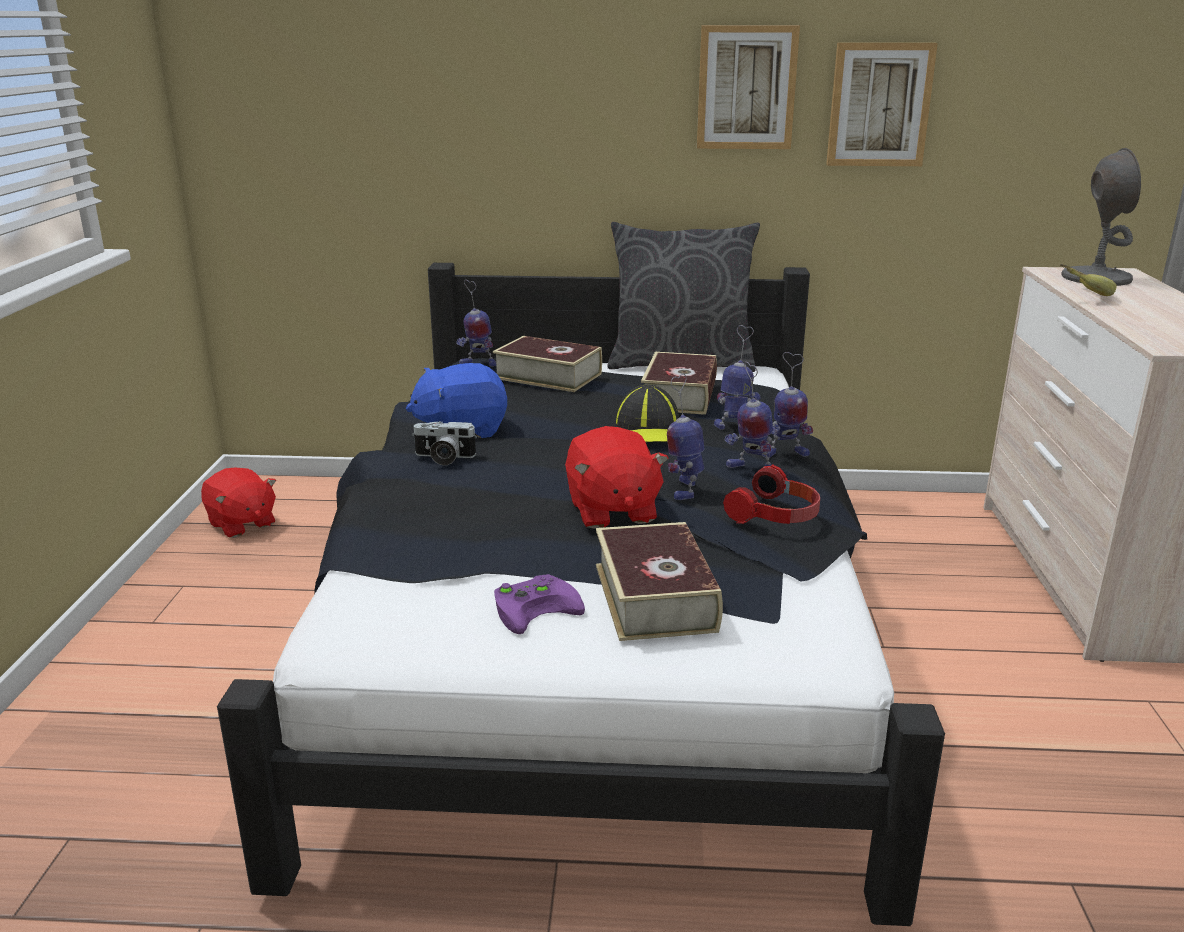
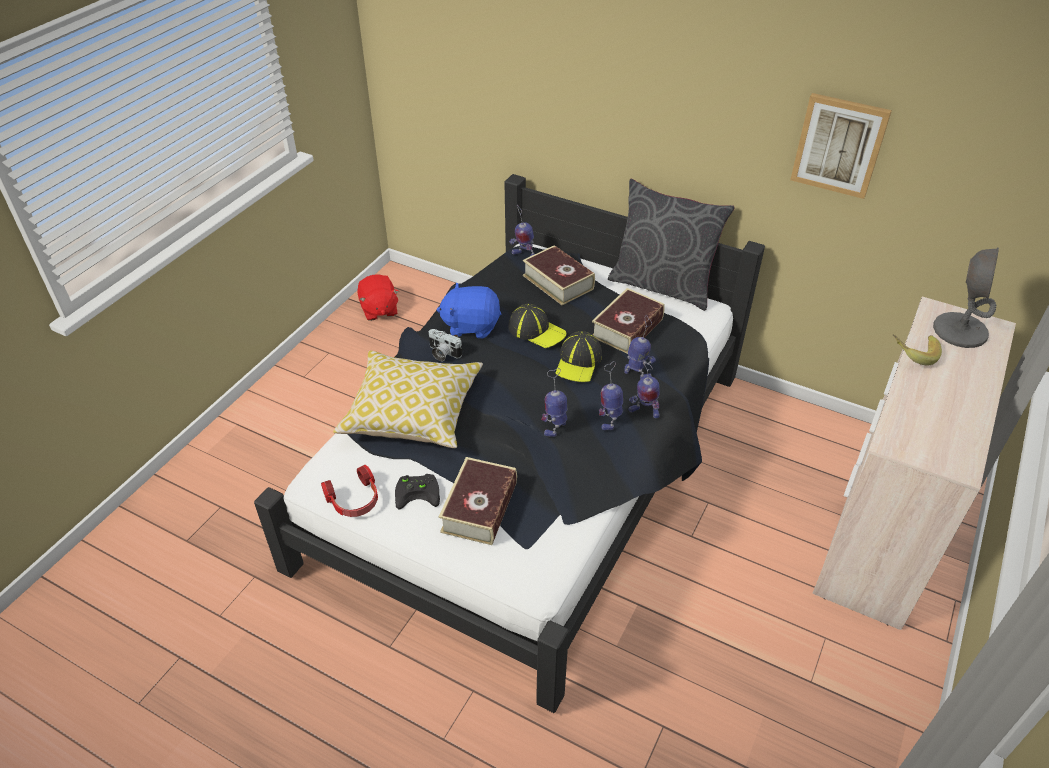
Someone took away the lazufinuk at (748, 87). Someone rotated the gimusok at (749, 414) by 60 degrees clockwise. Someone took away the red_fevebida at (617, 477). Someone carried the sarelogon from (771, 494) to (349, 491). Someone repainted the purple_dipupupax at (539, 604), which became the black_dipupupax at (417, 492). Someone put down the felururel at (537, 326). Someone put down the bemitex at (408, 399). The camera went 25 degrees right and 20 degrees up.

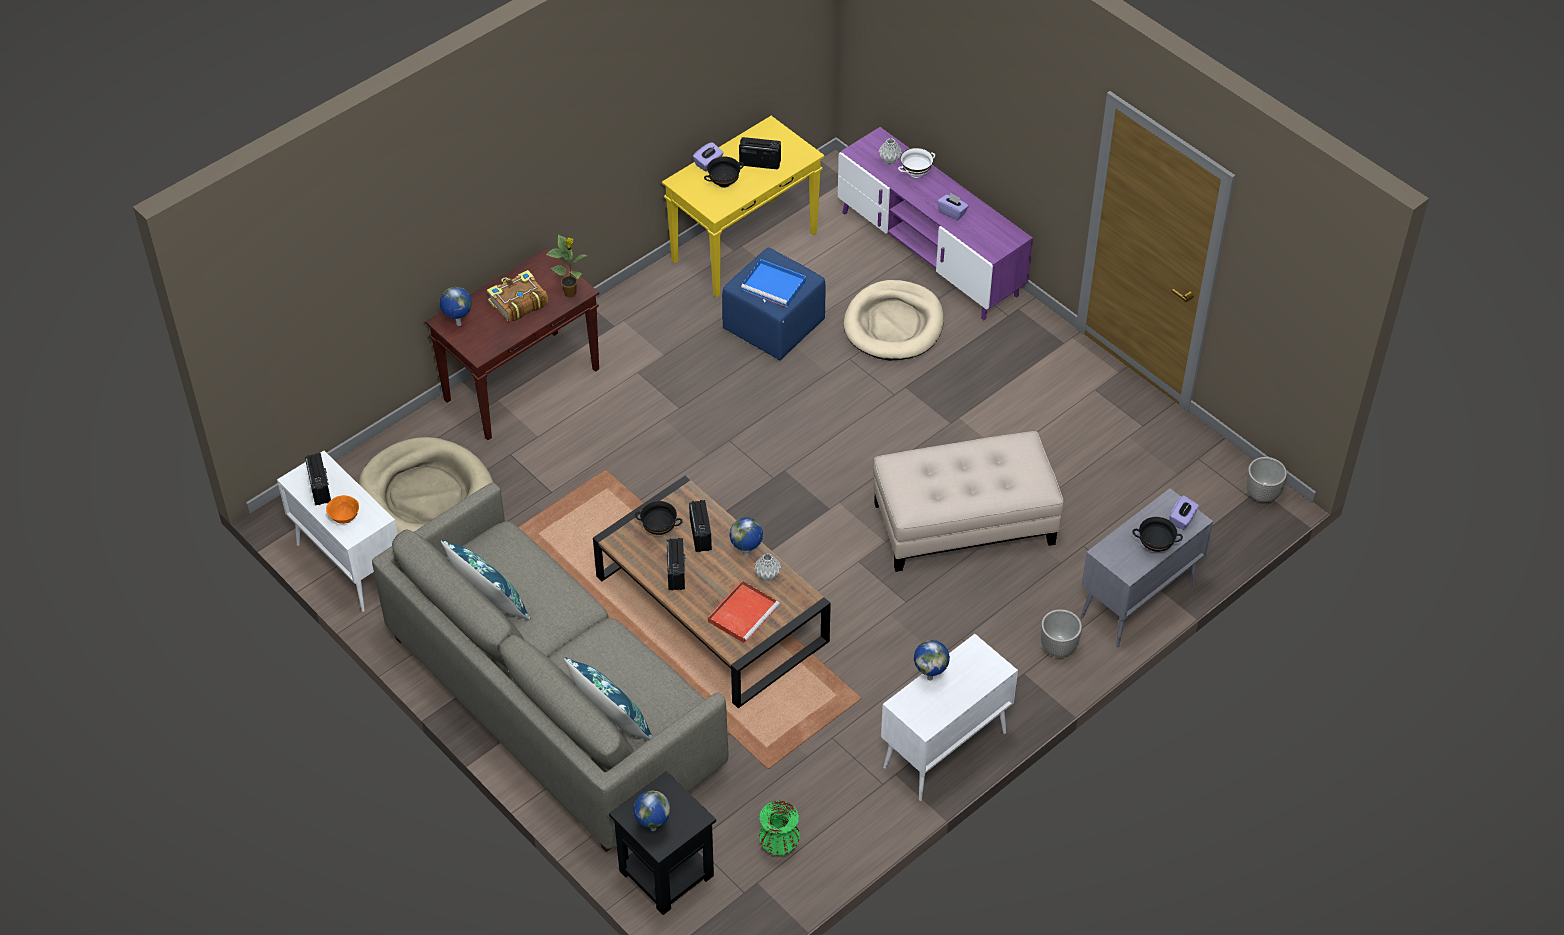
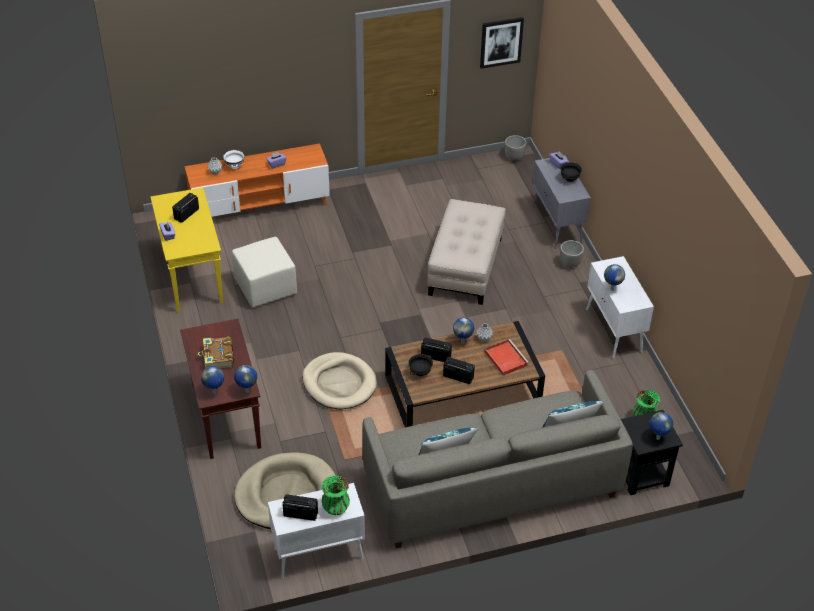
Someone repainted the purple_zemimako at (935, 223), which became the orange_zemimako at (257, 180). Someone took away the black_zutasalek at (724, 172). Someone took away the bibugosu at (566, 266). Someone repainted the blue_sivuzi at (774, 304), which became the beige_sivuzi at (264, 272). Someone took away the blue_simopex at (773, 283). Someone carried the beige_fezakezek from (894, 320) to (339, 380). Someone swapped the orange_zutasalek at (342, 509) for the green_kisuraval at (335, 495). Someone put up the lazufinuk at (502, 43). Someone put down the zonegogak at (245, 379). The camera went 65 degrees left and 5 degrees down.

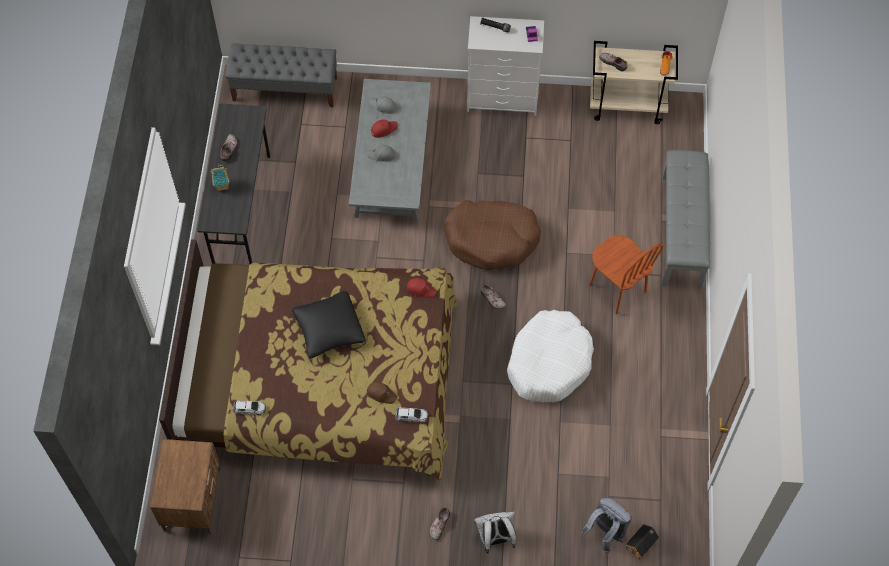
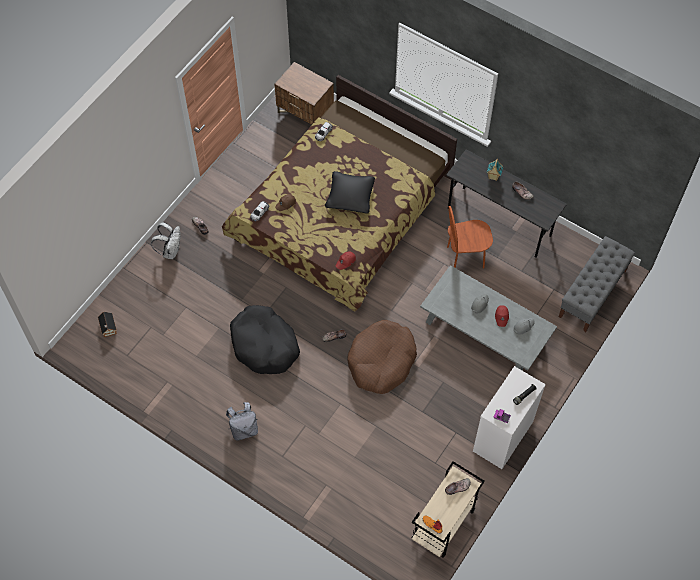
Someone took away the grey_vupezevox at (686, 219). Someone carried the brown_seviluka from (626, 274) to (470, 237). Someone repainted the white_fezakezek at (550, 356), which became the black_fezakezek at (265, 339). Someone carried the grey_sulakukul from (606, 526) to (242, 421). The camera went 120 degrees right and 0 degrees up.

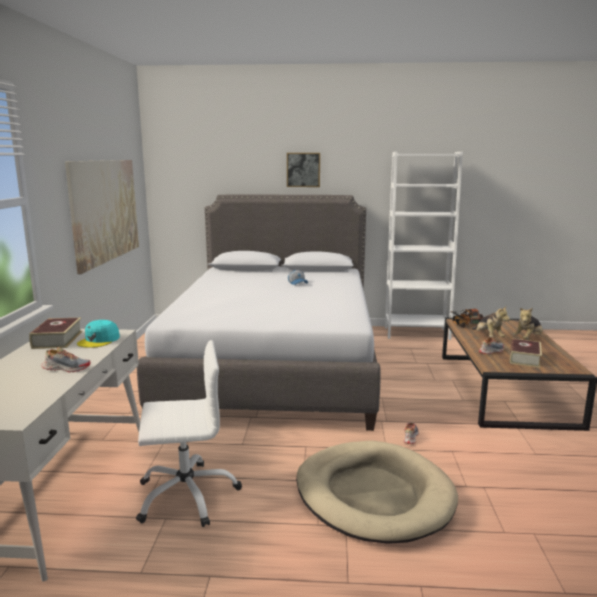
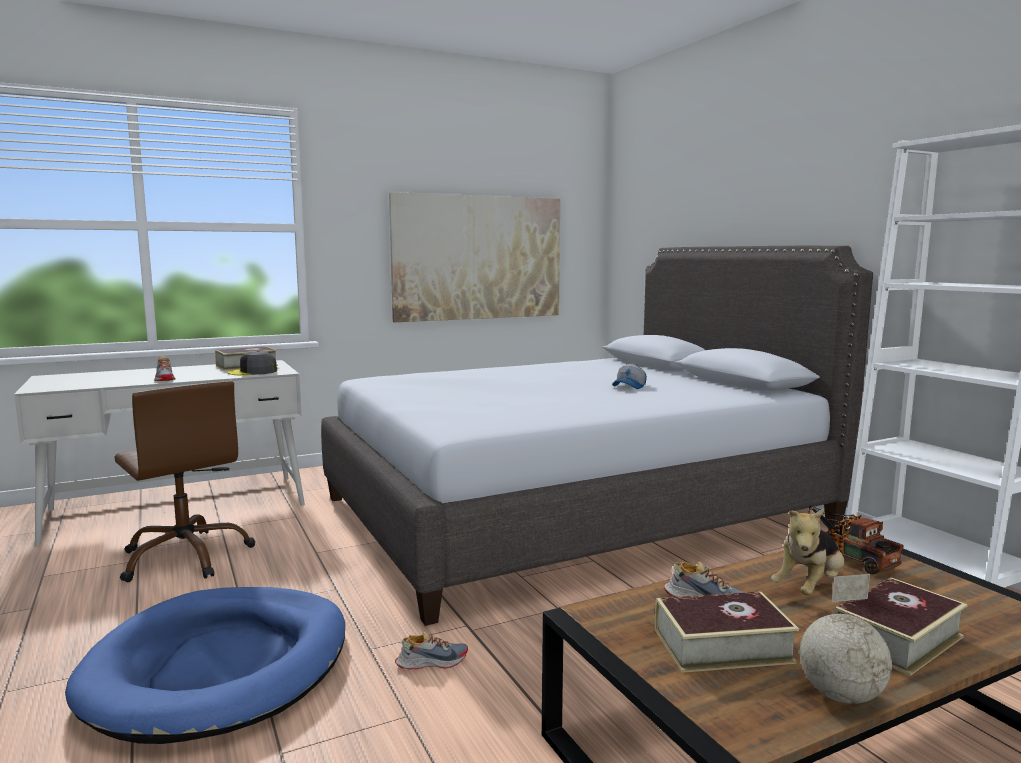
Someone took away the lazufinuk at (303, 170). Someone swapped the fevebida at (528, 323) for the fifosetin at (900, 626). Someone repainted the turquoise_felururel at (98, 334), which became the grey_felururel at (252, 363). Someone repainted the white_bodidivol at (189, 433), which became the brown_bodidivol at (184, 481). Someone repainted the beige_fezakezek at (377, 492), which became the blue_fezakezek at (205, 665). Someone put down the zonegogak at (846, 639). The camera went 60 degrees right and 5 degrees down.

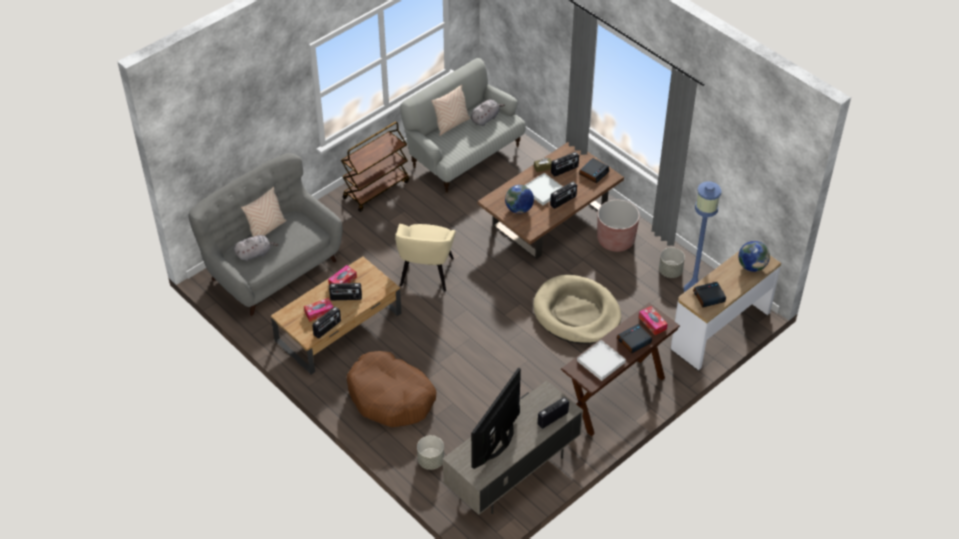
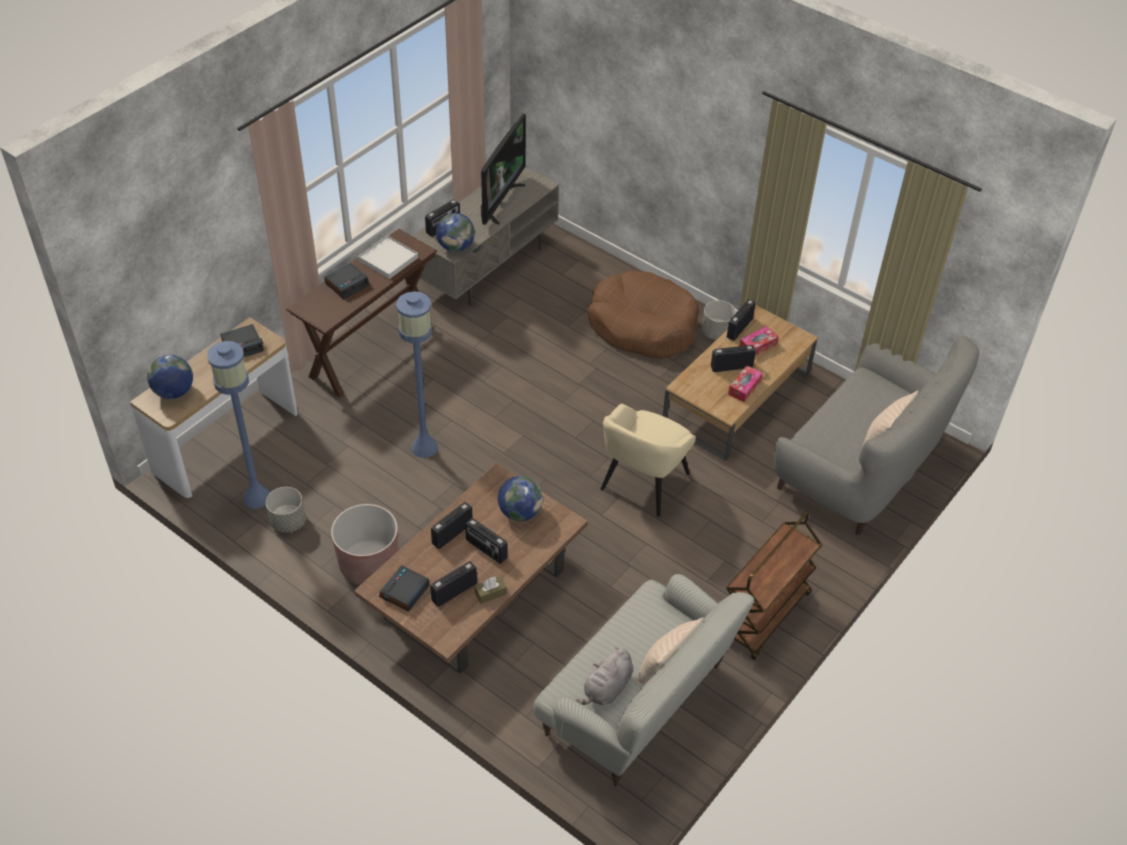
Someone swapped the white_simopex at (543, 189) for the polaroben at (486, 541). Someone rotated the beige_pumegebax at (425, 257) by 150 degrees counterclockwise. Someone took away the grey_fevebida at (256, 248). Someone swapped the beige_fezakezek at (577, 309) for the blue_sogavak at (417, 374). Someone took away the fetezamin at (653, 320). Someone carried the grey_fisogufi from (430, 452) to (719, 320). Someone put down the zonegogak at (455, 232). The camera went 170 degrees right and 0 degrees up.

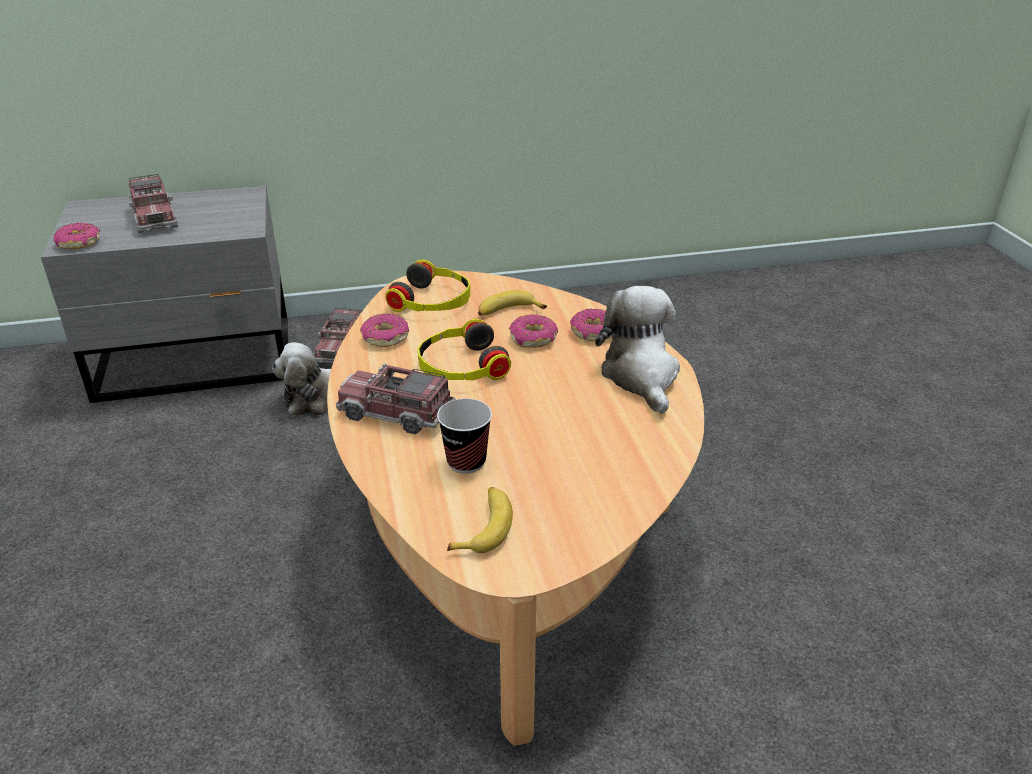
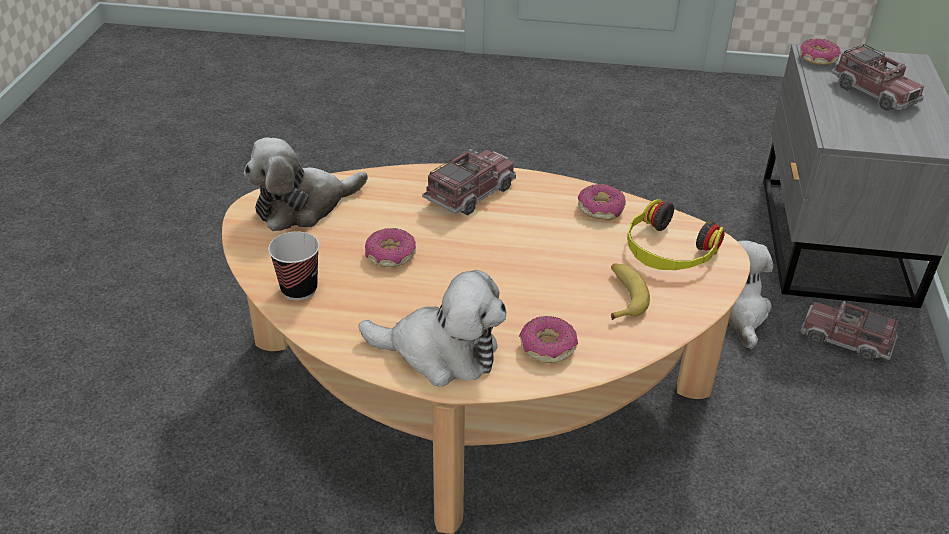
Someone rotated the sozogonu at (153, 203) by 120 degrees counterclockwise. Someone carried the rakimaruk from (533, 331) to (390, 247). Someone took away the sarelogon at (464, 349). Someone carried the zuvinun from (464, 436) to (293, 266). Someone swapped the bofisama at (480, 520) for the fevebida at (306, 184). The camera went 110 degrees right and 5 degrees up.

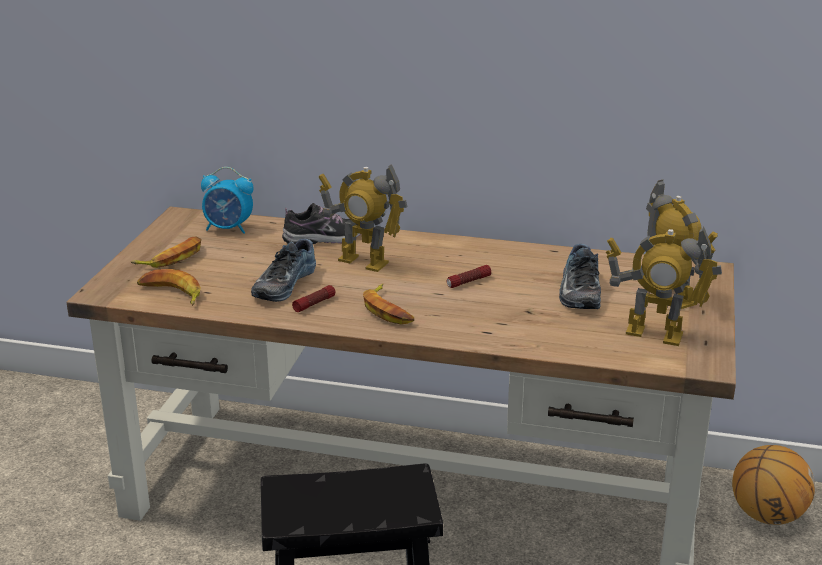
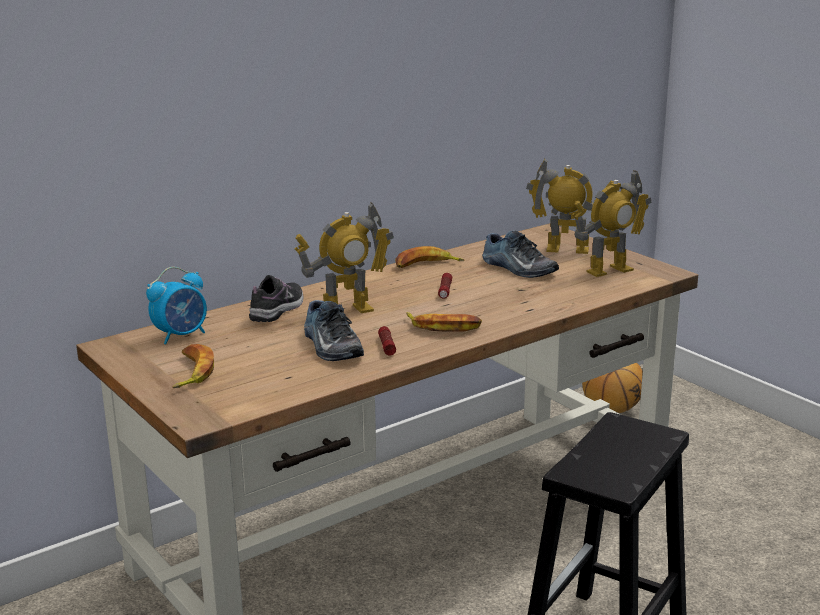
Someone carried the bofisama from (169, 287) to (429, 257). The camera went 50 degrees left and 5 degrees down.

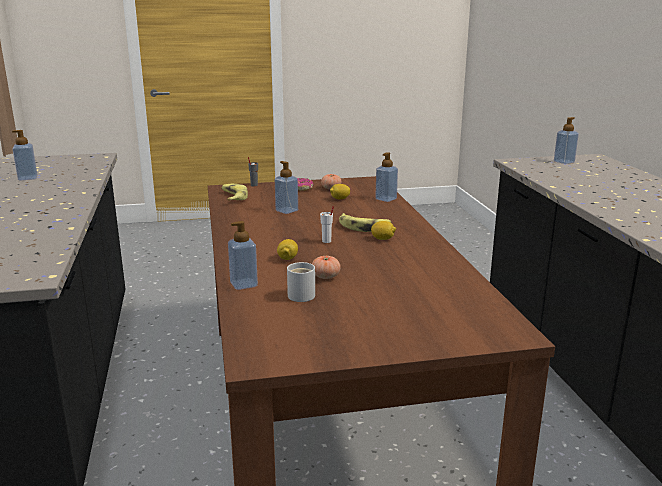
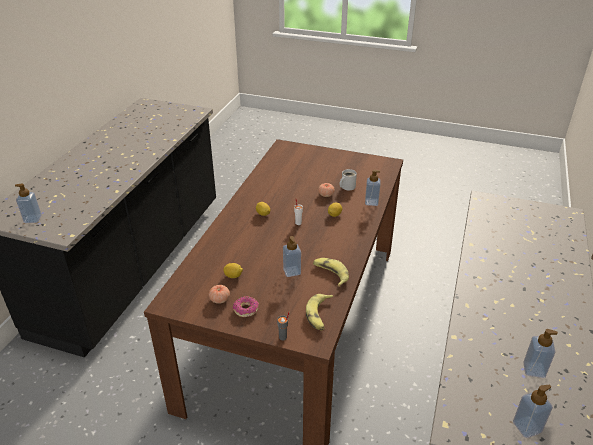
Someone carried the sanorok from (386, 177) to (533, 411). Someone carried the bofisama from (365, 222) to (331, 272). The camera went 150 degrees left and 15 degrees up.

